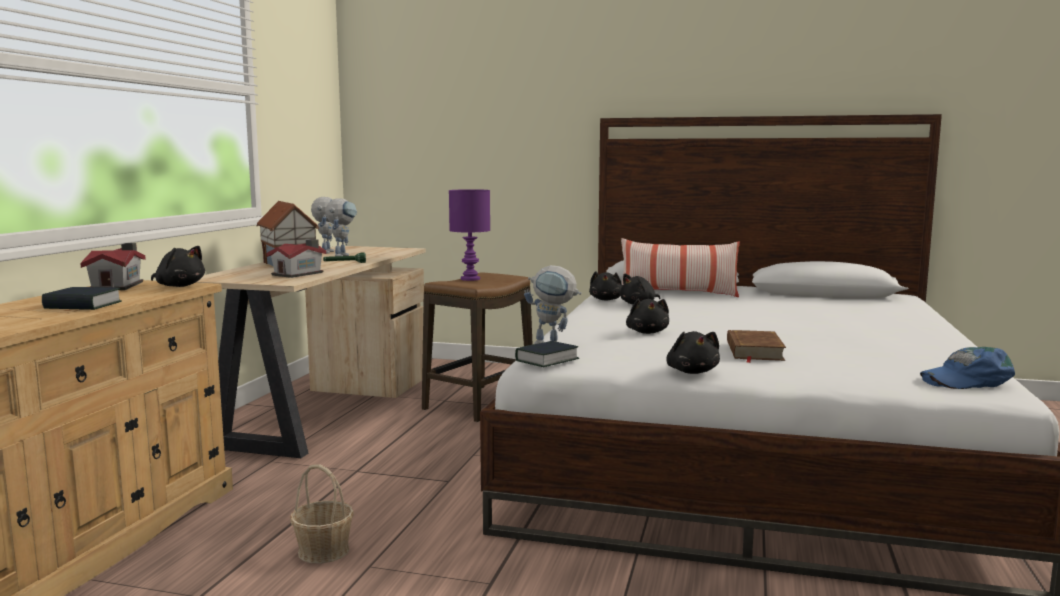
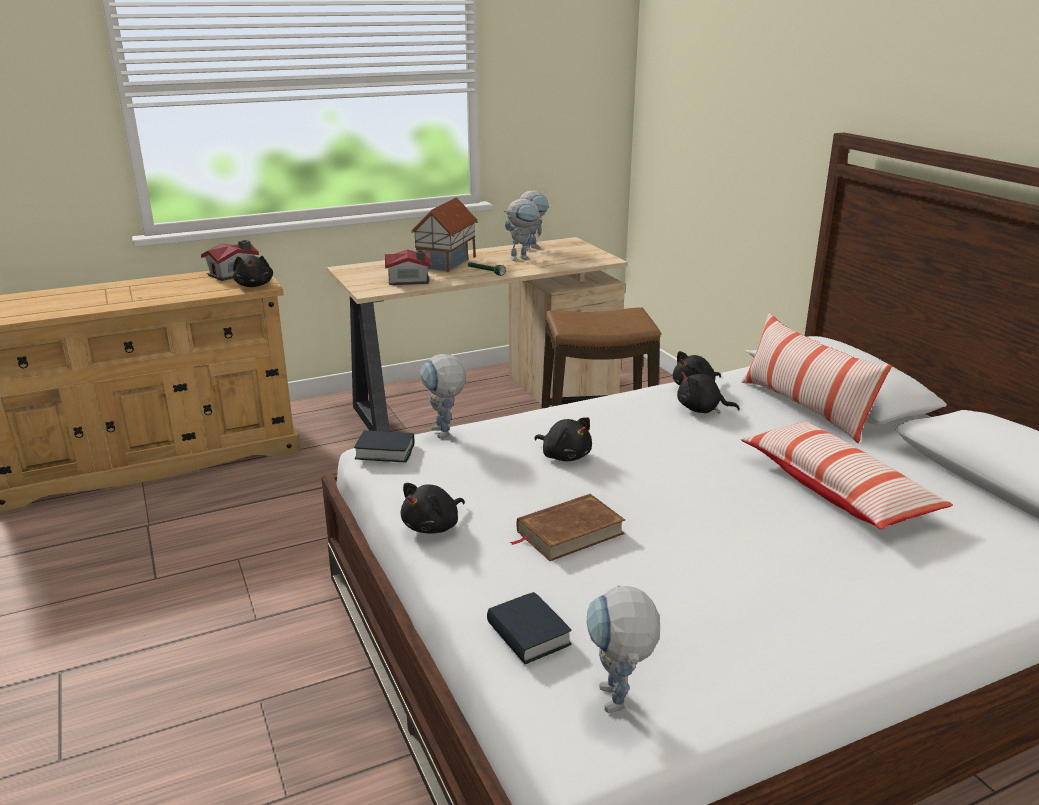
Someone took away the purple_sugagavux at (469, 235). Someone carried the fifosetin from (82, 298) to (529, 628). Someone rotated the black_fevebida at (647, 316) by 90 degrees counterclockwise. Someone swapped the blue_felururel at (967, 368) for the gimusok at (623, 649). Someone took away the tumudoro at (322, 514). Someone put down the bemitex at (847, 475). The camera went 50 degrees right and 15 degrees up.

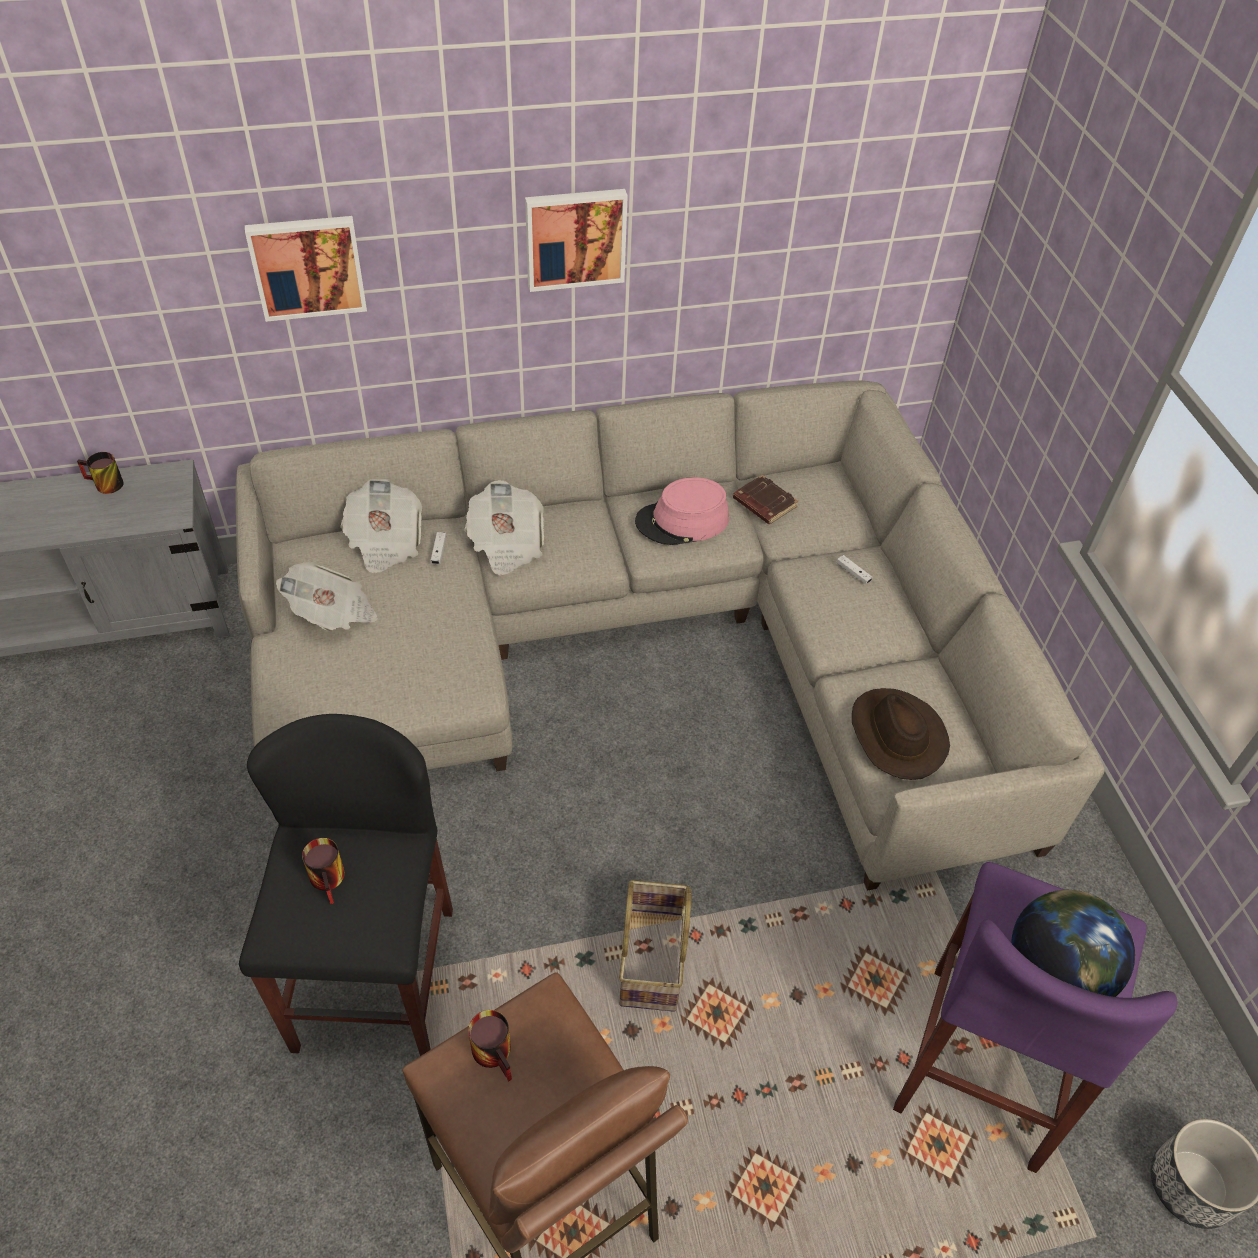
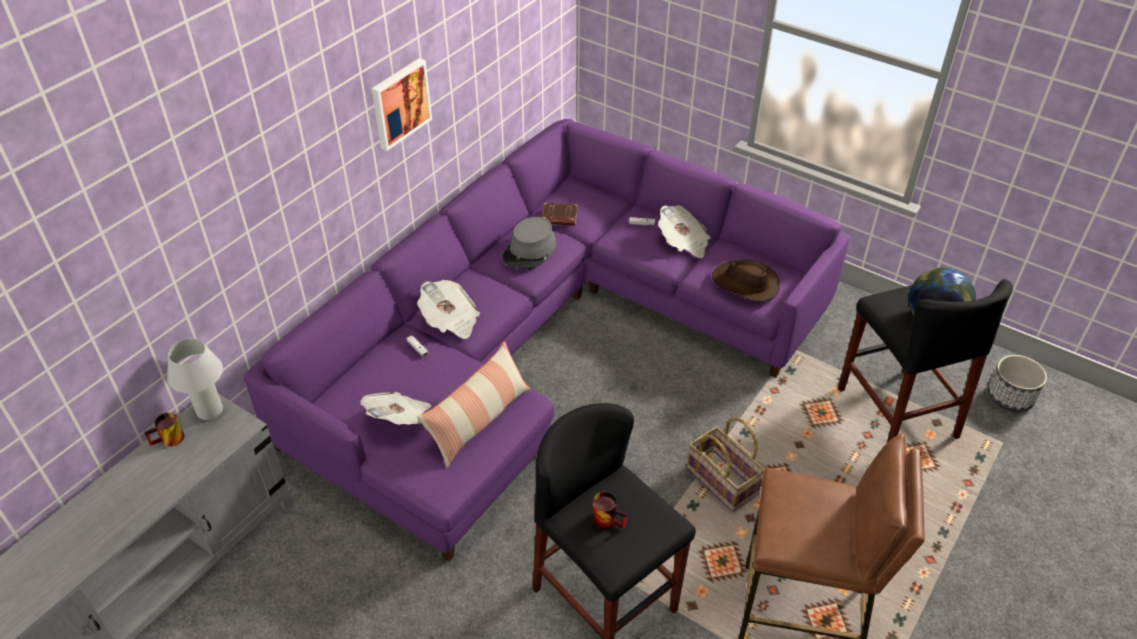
Someone took away the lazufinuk at (306, 269). Someone repainted the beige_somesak at (670, 636), which became the purple_somesak at (546, 340). Someone repainted the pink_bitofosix at (682, 511), which became the grey_bitofosix at (529, 243). Someone carried the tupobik from (381, 526) to (684, 231). Someone repainted the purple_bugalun at (1035, 1017), which became the black_bugalun at (925, 361). Someone took away the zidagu at (490, 1046). Someone put down the white_sugagavux at (195, 379). Someone put down the bemitex at (473, 404). The camera went 40 degrees left and 5 degrees down.

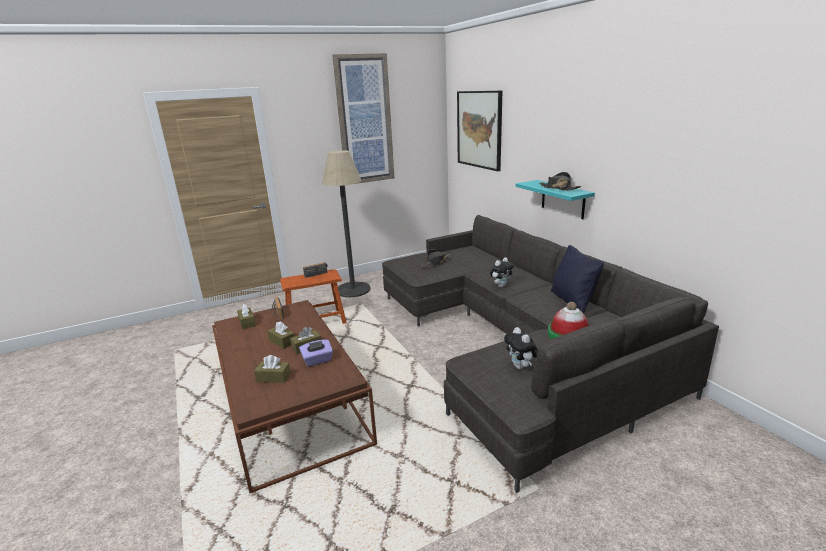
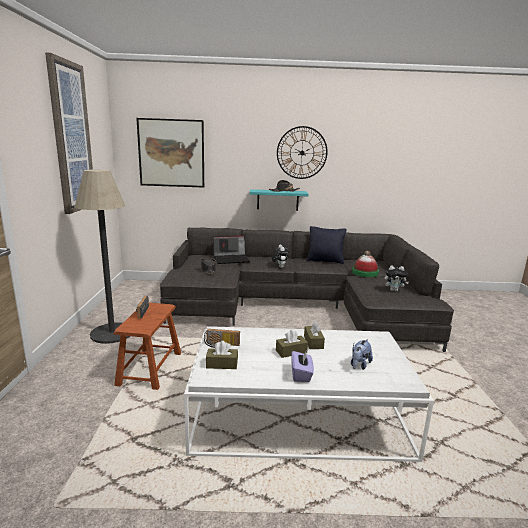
Someone repainted the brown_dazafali at (294, 396), which became the white_dazafali at (309, 394). Someone carried the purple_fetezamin from (316, 353) to (302, 365). Someone swapped the brown_fetezamin at (272, 369) for the fevebida at (362, 354). Someone put up the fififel at (302, 152). Someone put down the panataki at (231, 249). The camera went 65 degrees left and 5 degrees down.

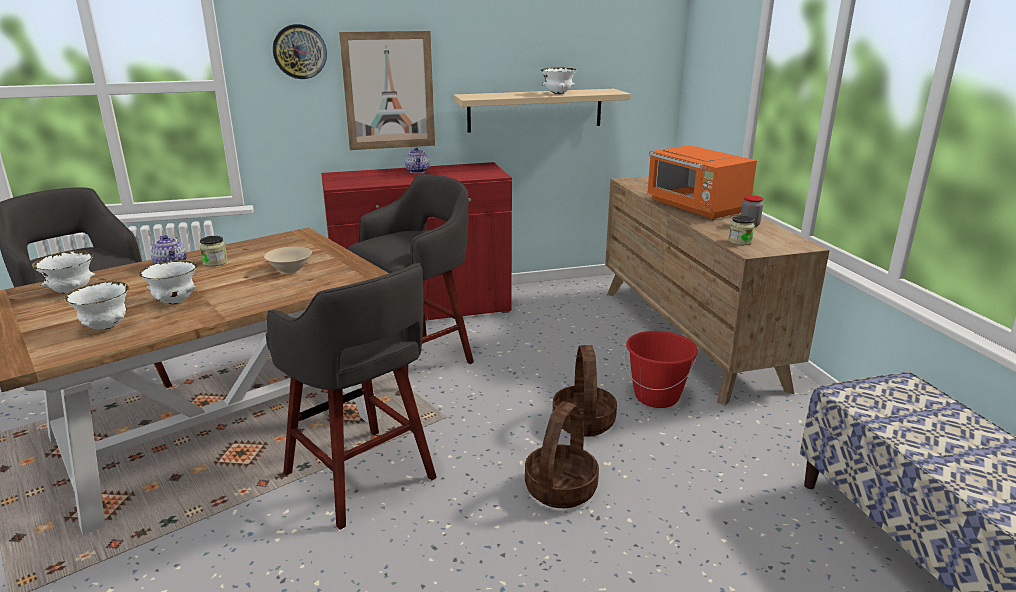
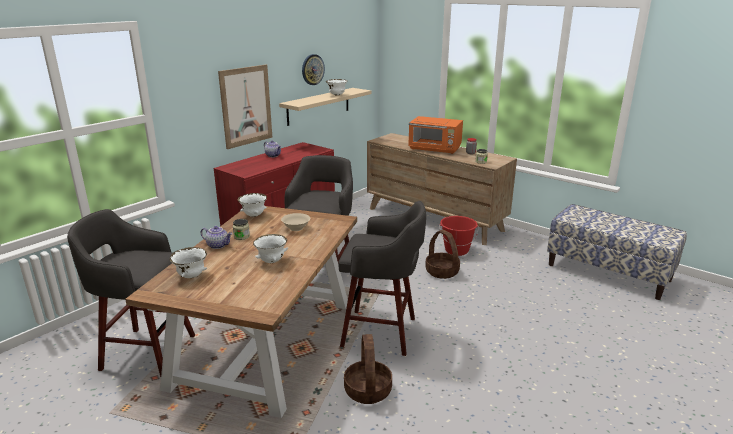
Someone carried the fififel from (300, 51) to (313, 69). Someone carried the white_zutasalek from (97, 305) to (252, 205). Someone carried the tumudoro from (562, 454) to (368, 369). The camera went 35 degrees left and 0 degrees up.

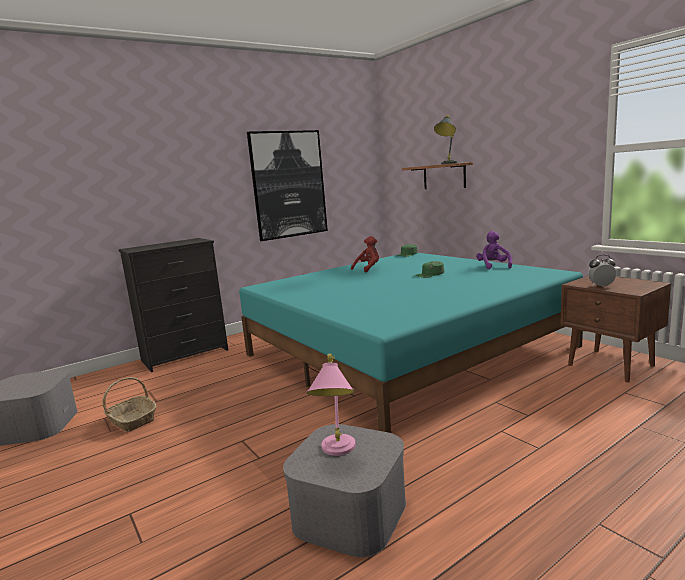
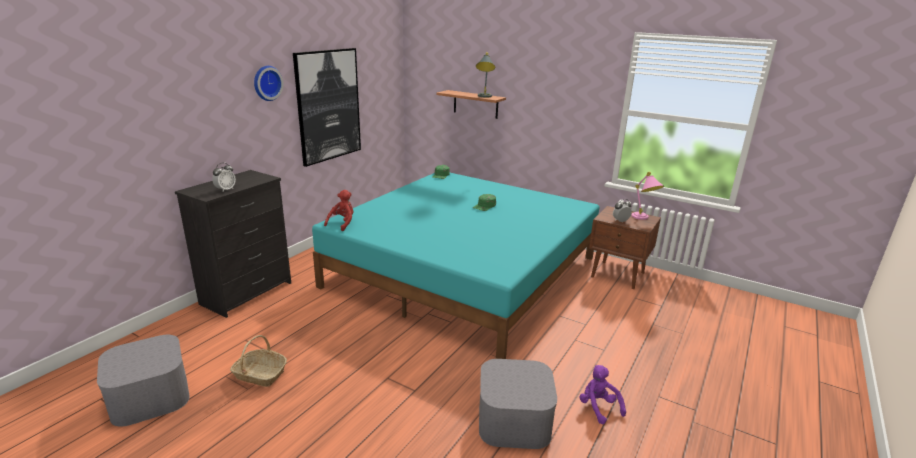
Someone carried the purple_fevebida from (494, 250) to (603, 394). Someone carried the red_fevebida from (365, 254) to (338, 210). Someone carried the pink_sugagavux from (331, 405) to (647, 196). Someone put up the fififel at (269, 83). Someone put down the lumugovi at (224, 177). The camera went 25 degrees left and 10 degrees up.

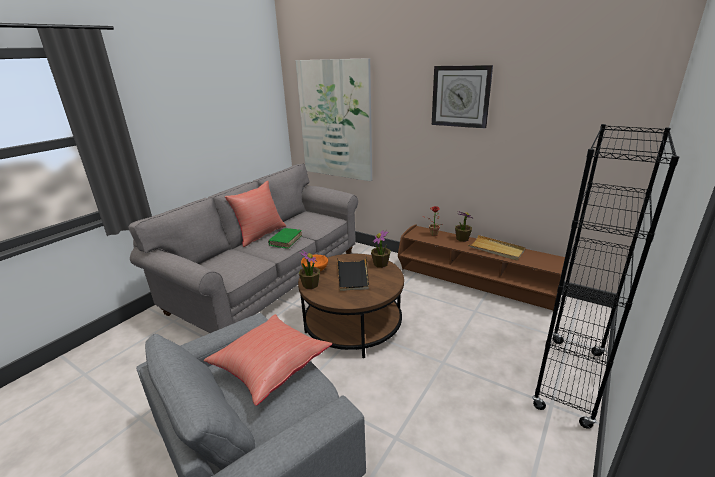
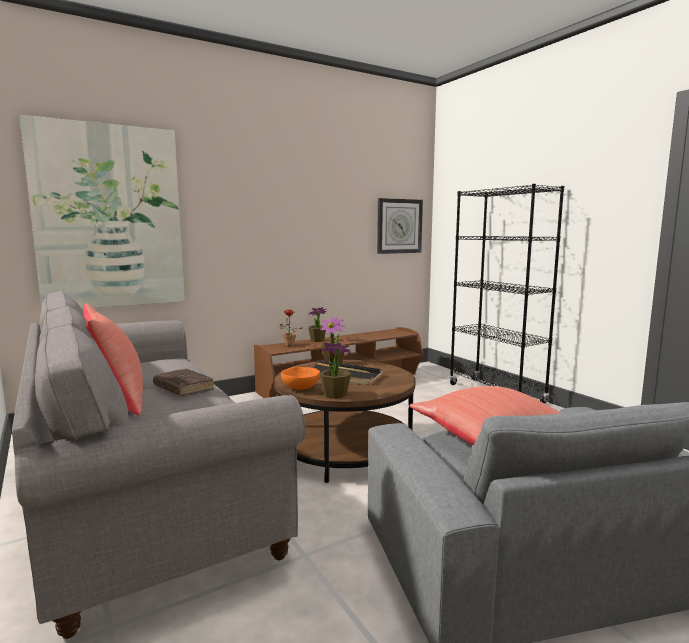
Someone carried the fififel from (462, 96) to (400, 226). Someone repainted the green_fifosetin at (285, 238), which became the brown_fifosetin at (183, 382). Someone took away the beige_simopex at (497, 247). The camera went 65 degrees left and 15 degrees down.

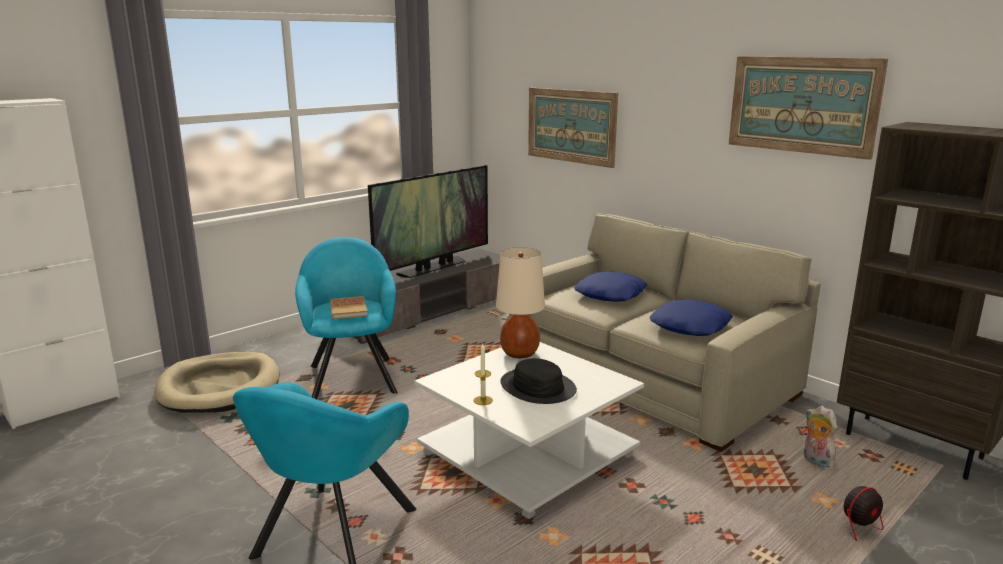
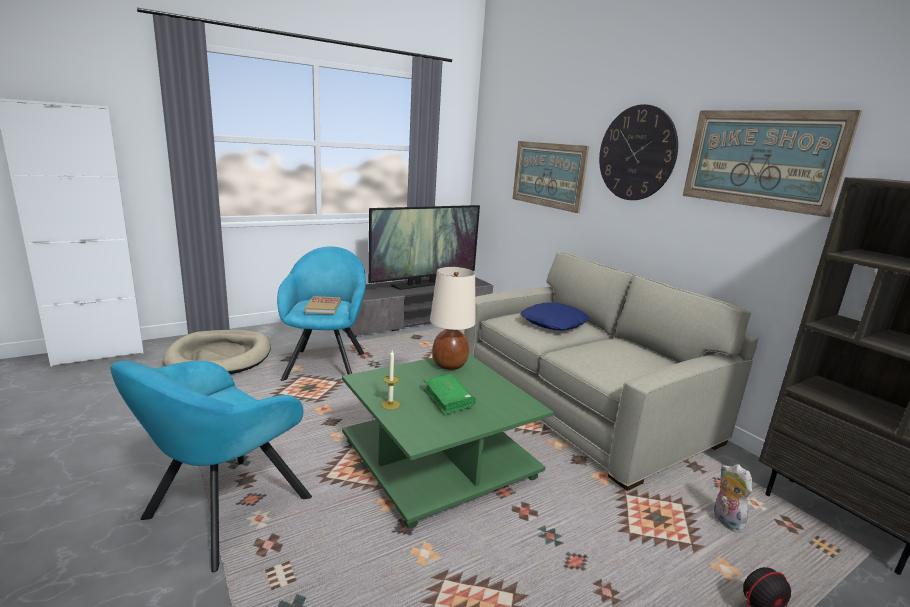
Someone took away the blue_bemitex at (691, 317). Someone repainted the white_dazafali at (529, 430), which became the green_dazafali at (448, 441). Someone swapped the black_bitofosix at (538, 381) for the green_fifosetin at (449, 395). Someone put up the fififel at (638, 152). The camera went 10 degrees right and 0 degrees up.

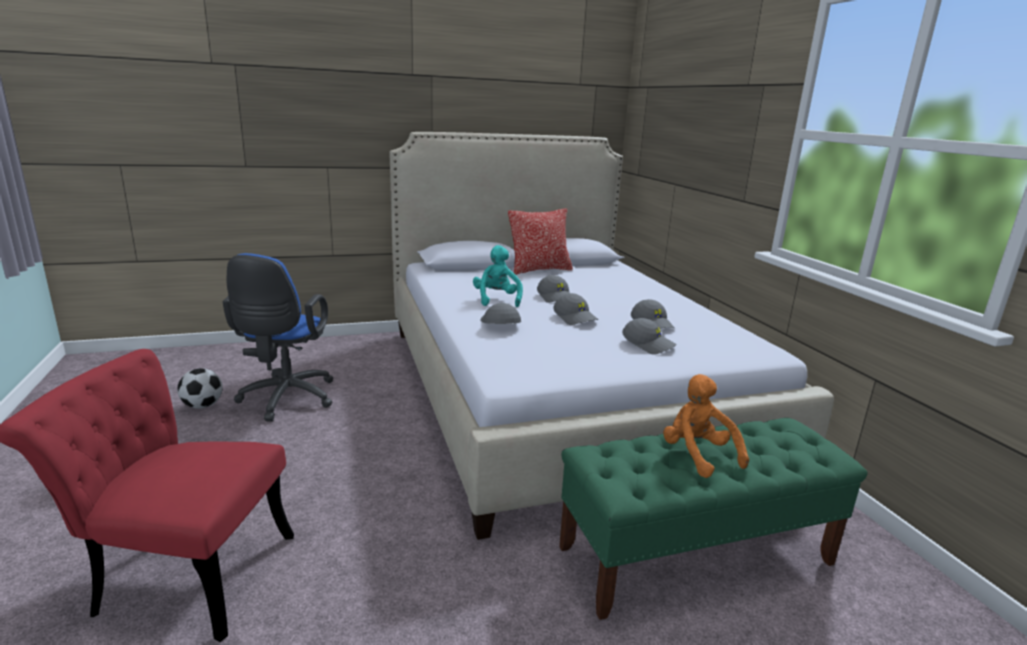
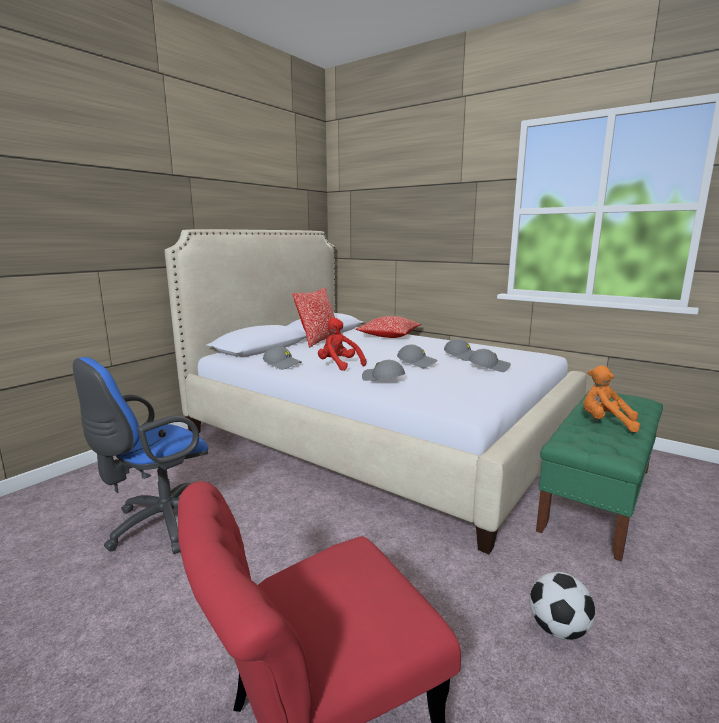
Someone repainted the turquoise_fevebida at (498, 276), which became the red_fevebida at (342, 344). Someone rotated the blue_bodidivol at (278, 337) by 75 degrees clockwise. Someone carried the grey_felururel from (553, 289) to (282, 358). Someone carried the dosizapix from (200, 388) to (562, 606). Someone put down the bemitex at (389, 327). The camera went 35 degrees left and 5 degrees down.

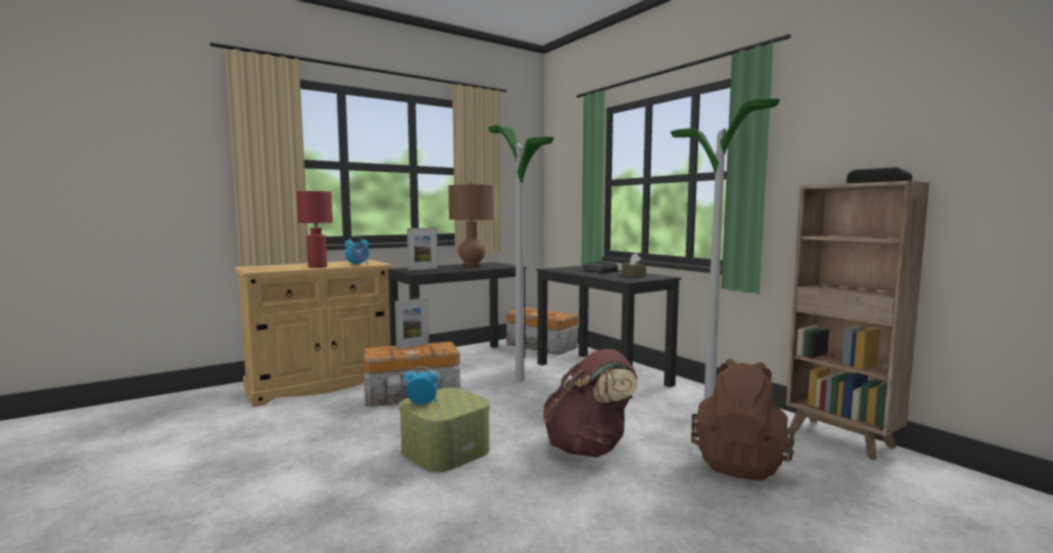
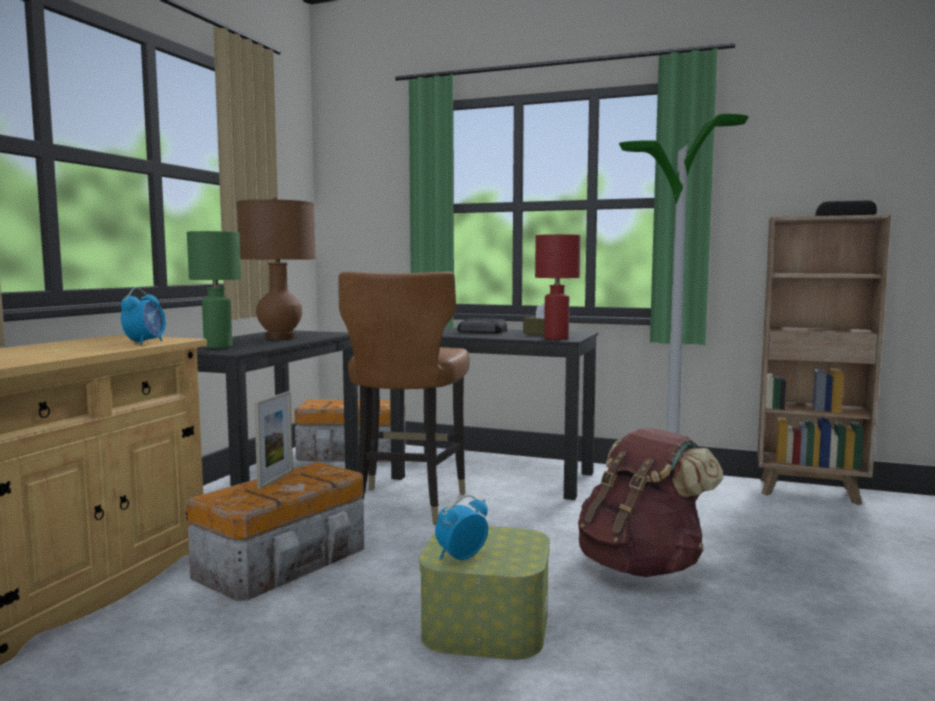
Someone swapped the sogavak at (521, 253) for the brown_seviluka at (404, 398). Someone carried the red_sugagavux from (314, 229) to (558, 287). Someone swapped the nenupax at (422, 249) for the green_sugagavux at (214, 289). Someone took away the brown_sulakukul at (743, 420). The camera went 35 degrees left and 0 degrees up.

